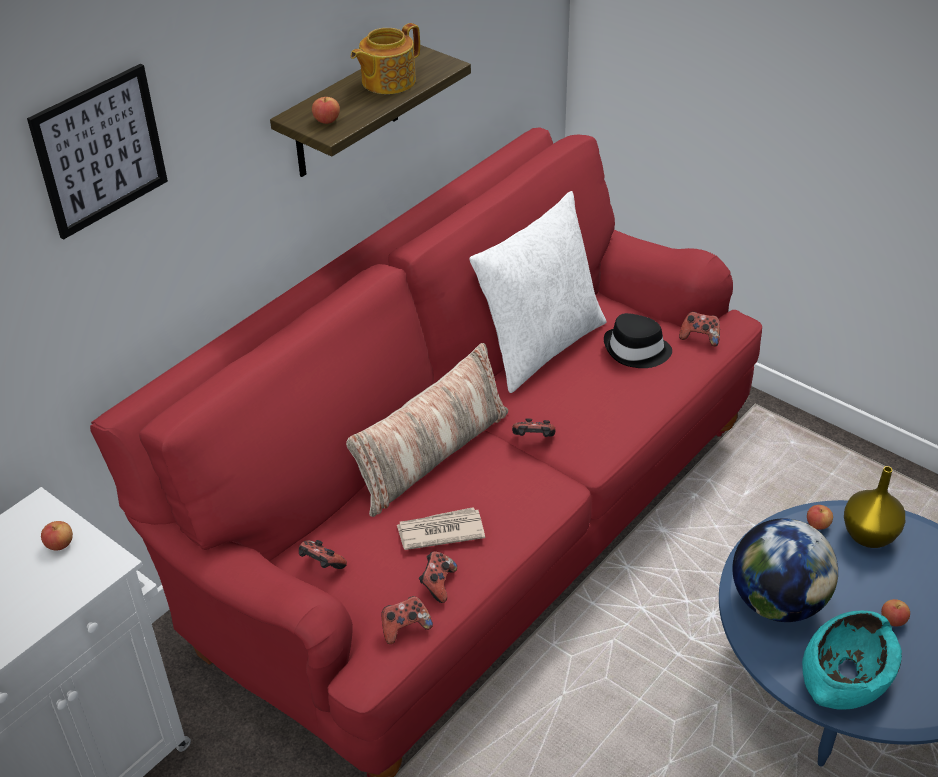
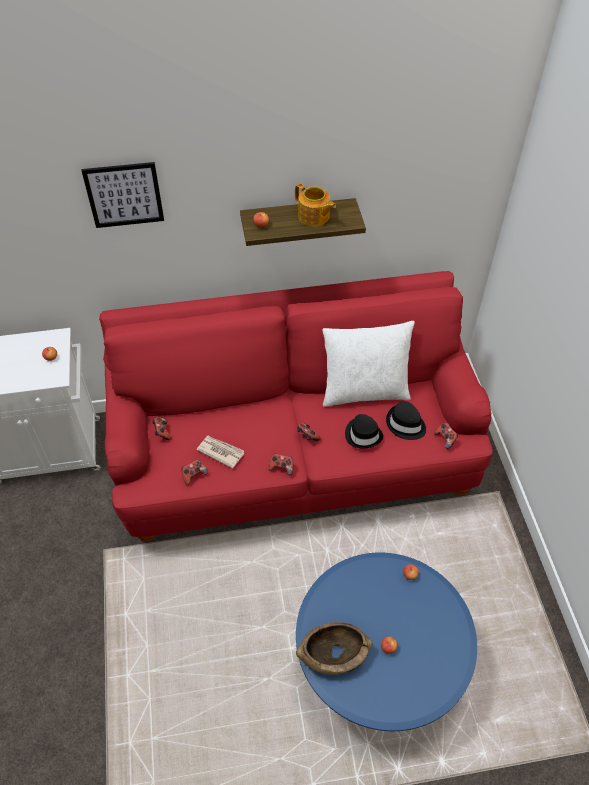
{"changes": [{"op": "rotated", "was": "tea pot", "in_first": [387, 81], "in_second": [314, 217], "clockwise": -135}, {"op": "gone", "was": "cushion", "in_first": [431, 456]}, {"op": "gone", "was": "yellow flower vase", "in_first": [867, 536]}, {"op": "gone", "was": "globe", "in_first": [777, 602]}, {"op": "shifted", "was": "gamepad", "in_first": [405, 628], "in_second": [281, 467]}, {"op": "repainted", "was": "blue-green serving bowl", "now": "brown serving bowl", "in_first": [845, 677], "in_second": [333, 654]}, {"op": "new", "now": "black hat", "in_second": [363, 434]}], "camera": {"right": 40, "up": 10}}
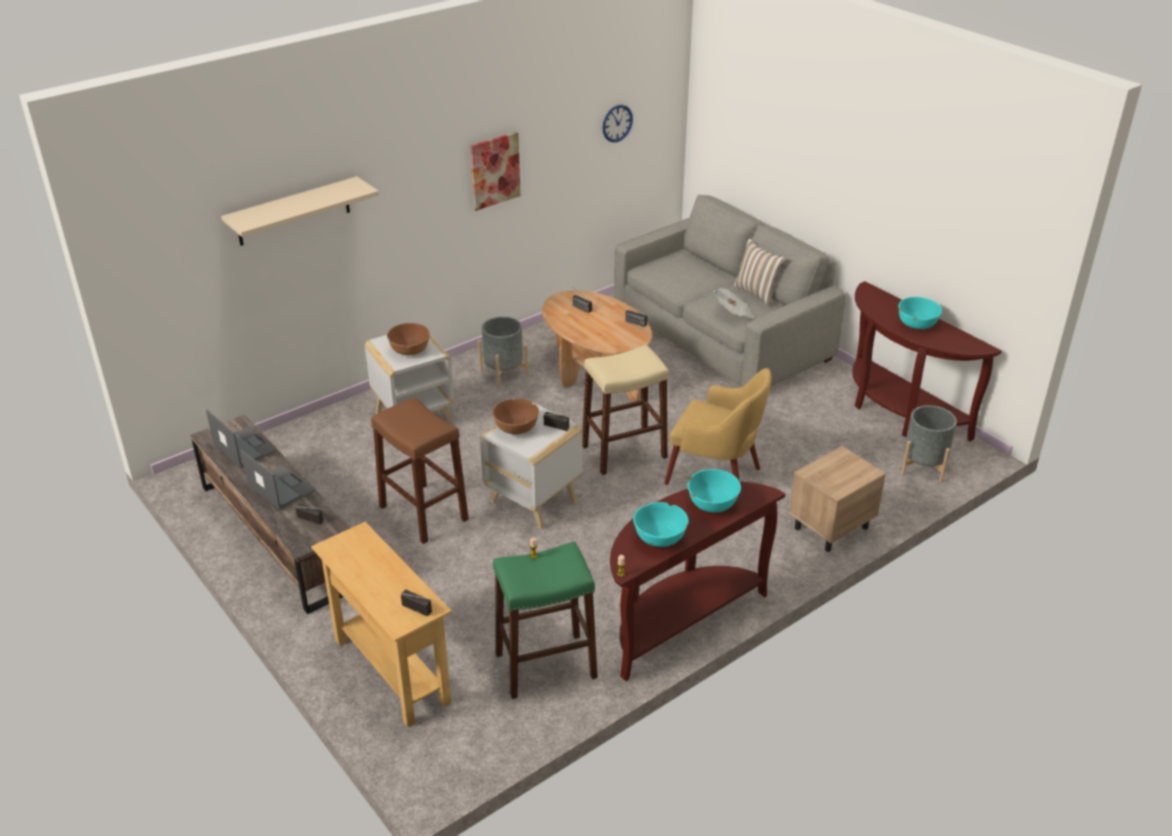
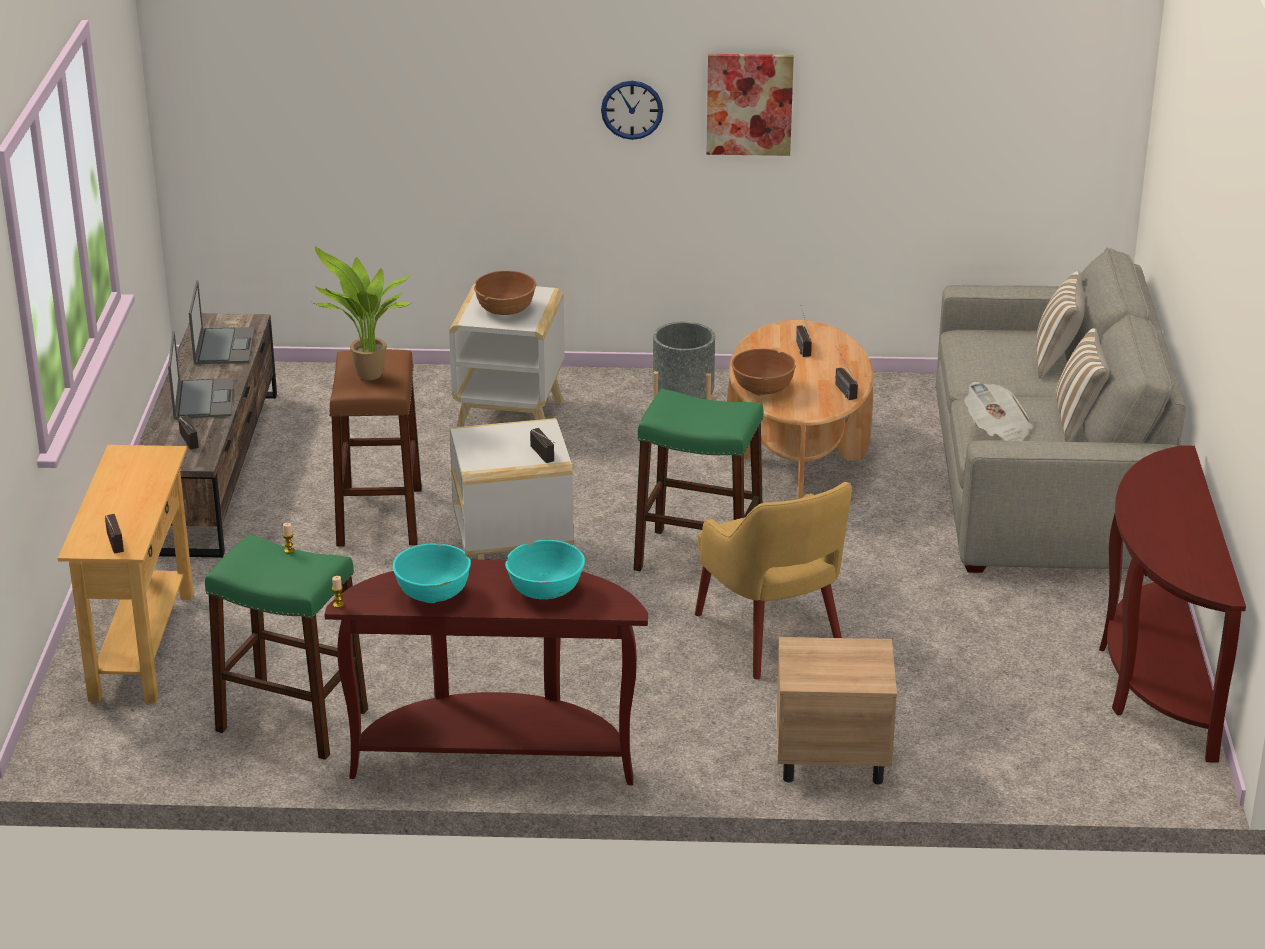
{"changes": [{"op": "shifted", "was": "clock on the wall", "in_first": [617, 123], "in_second": [632, 109]}, {"op": "gone", "was": "beige-coloured shelf", "in_first": [293, 211]}, {"op": "gone", "was": "blue-green serving bowl", "in_first": [917, 324]}, {"op": "repainted", "was": "beige-coloured stool seat", "now": "greenish stool seat", "in_first": [624, 452], "in_second": [698, 558]}, {"op": "shifted", "was": "brown serving bowl", "in_first": [516, 428], "in_second": [762, 389]}, {"op": "gone", "was": "grey plant pot", "in_first": [923, 467]}, {"op": "new", "now": "houseplant", "in_second": [366, 377]}, {"op": "new", "now": "cushion", "in_second": [1056, 359]}], "camera": {"right": 40, "up": -5}}
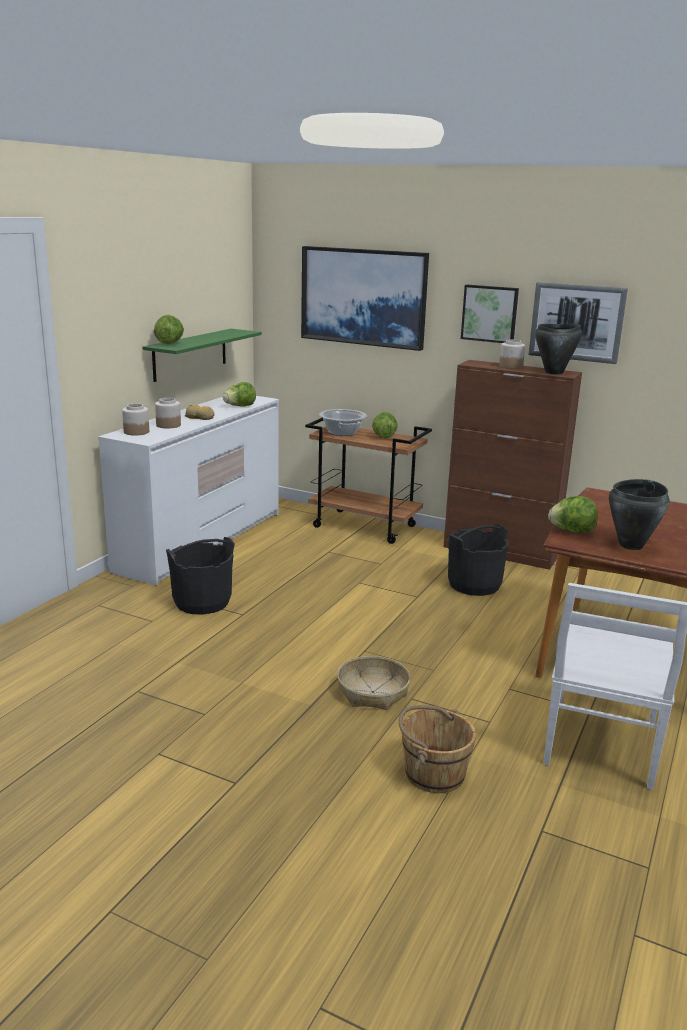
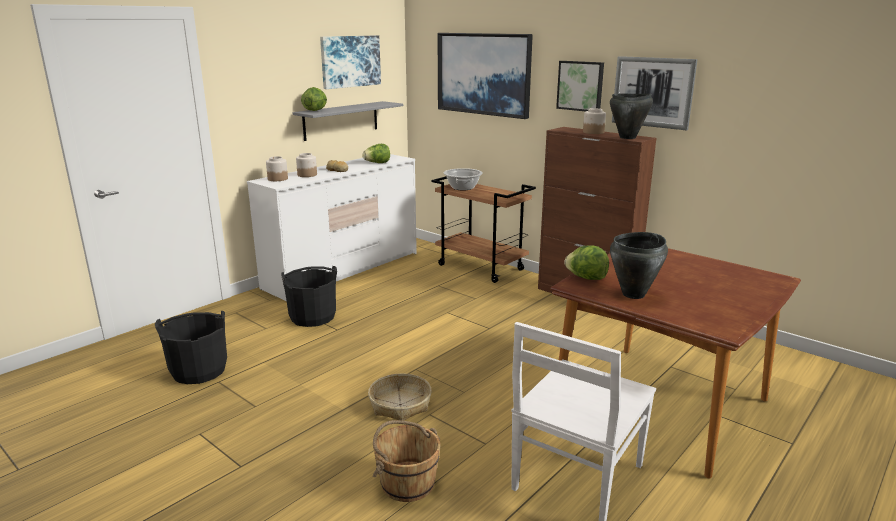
{"changes": [{"op": "repainted", "was": "greenish shelf", "now": "grey shelf", "in_first": [190, 354], "in_second": [341, 120]}, {"op": "gone", "was": "lettuce head", "in_first": [383, 437]}, {"op": "shifted", "was": "black pail", "in_first": [474, 584], "in_second": [199, 371]}, {"op": "new", "now": "wall art", "in_second": [350, 61]}], "camera": {"right": 15, "up": 0}}
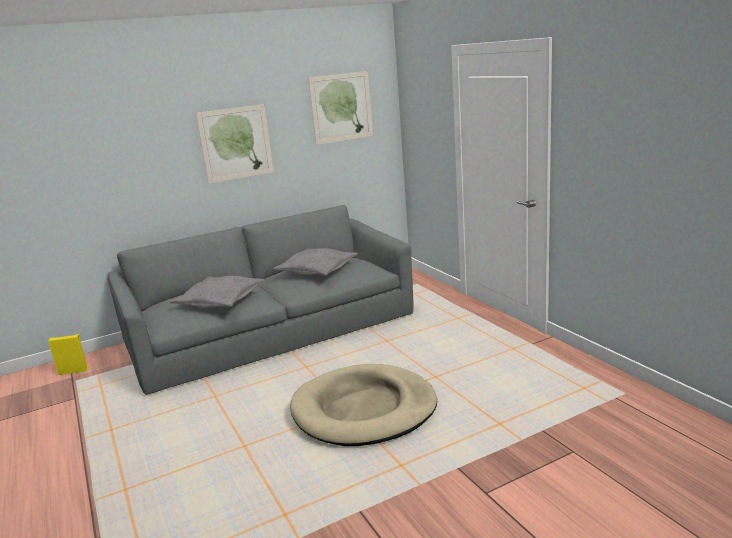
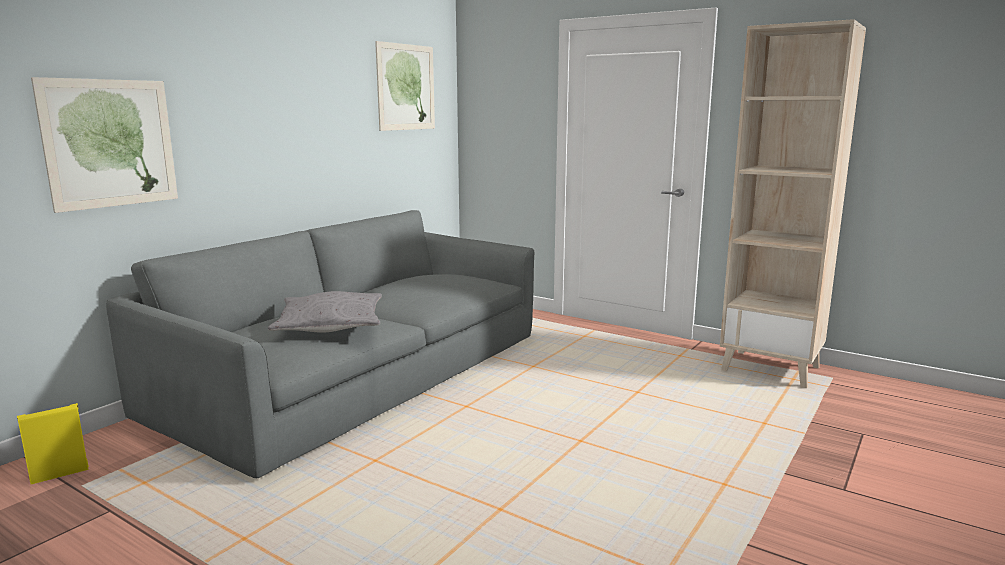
{"changes": [{"op": "shifted", "was": "wall art", "in_first": [236, 143], "in_second": [110, 143]}, {"op": "gone", "was": "grey cushion", "in_first": [317, 270]}, {"op": "gone", "was": "beige-coloured pet bed", "in_first": [364, 410]}, {"op": "new", "now": "beige-coloured bookcase", "in_second": [771, 368]}], "camera": {"right": -30, "up": -5}}
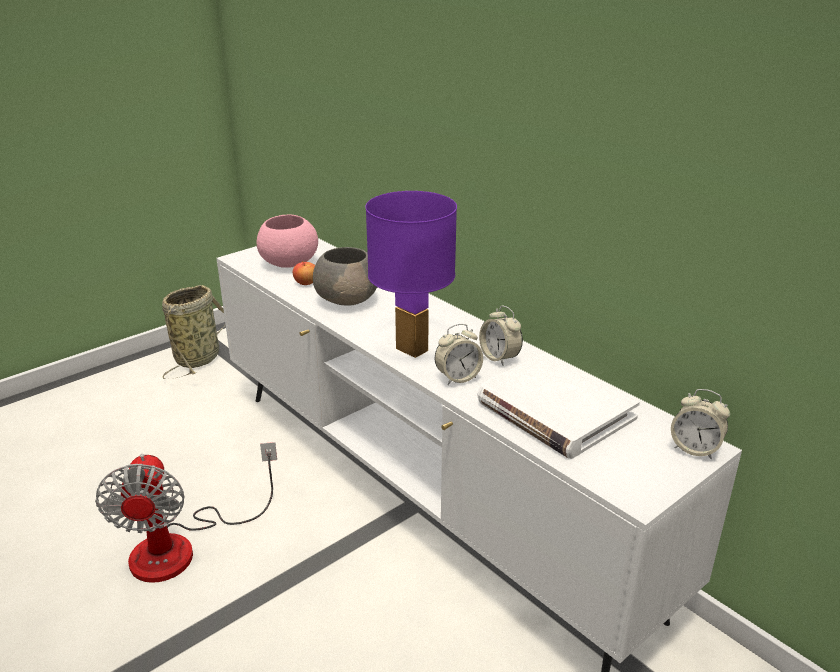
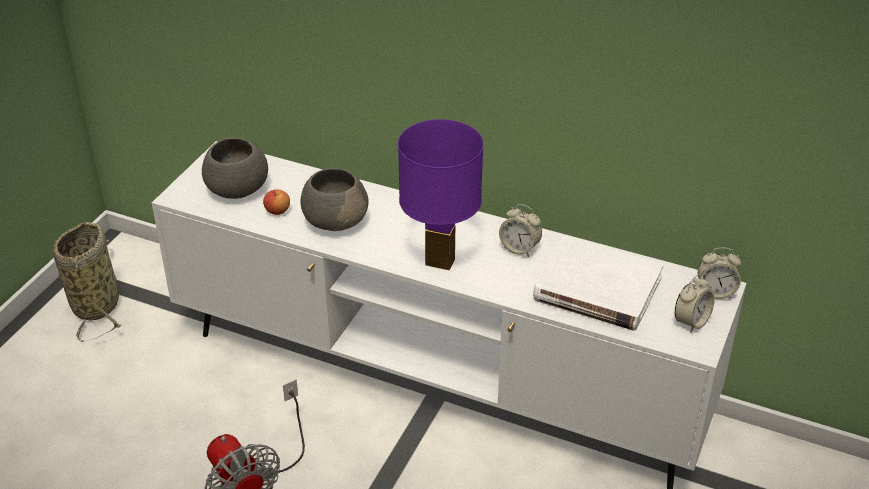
{"changes": [{"op": "repainted", "was": "pinkish serving bowl", "now": "grey serving bowl", "in_first": [288, 263], "in_second": [236, 189]}, {"op": "shifted", "was": "bedside clock", "in_first": [458, 378], "in_second": [691, 322]}], "camera": {"right": -25, "up": 10}}
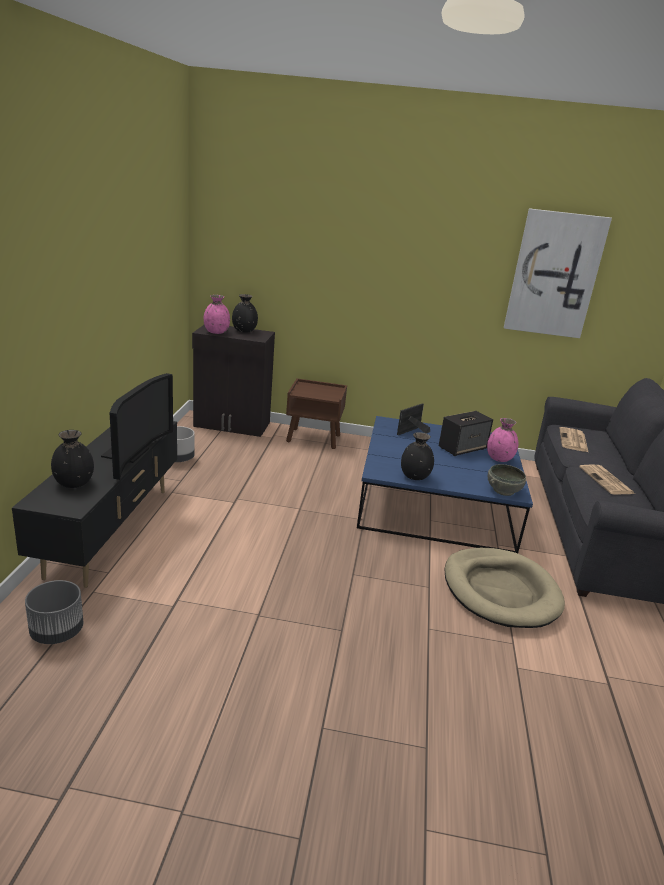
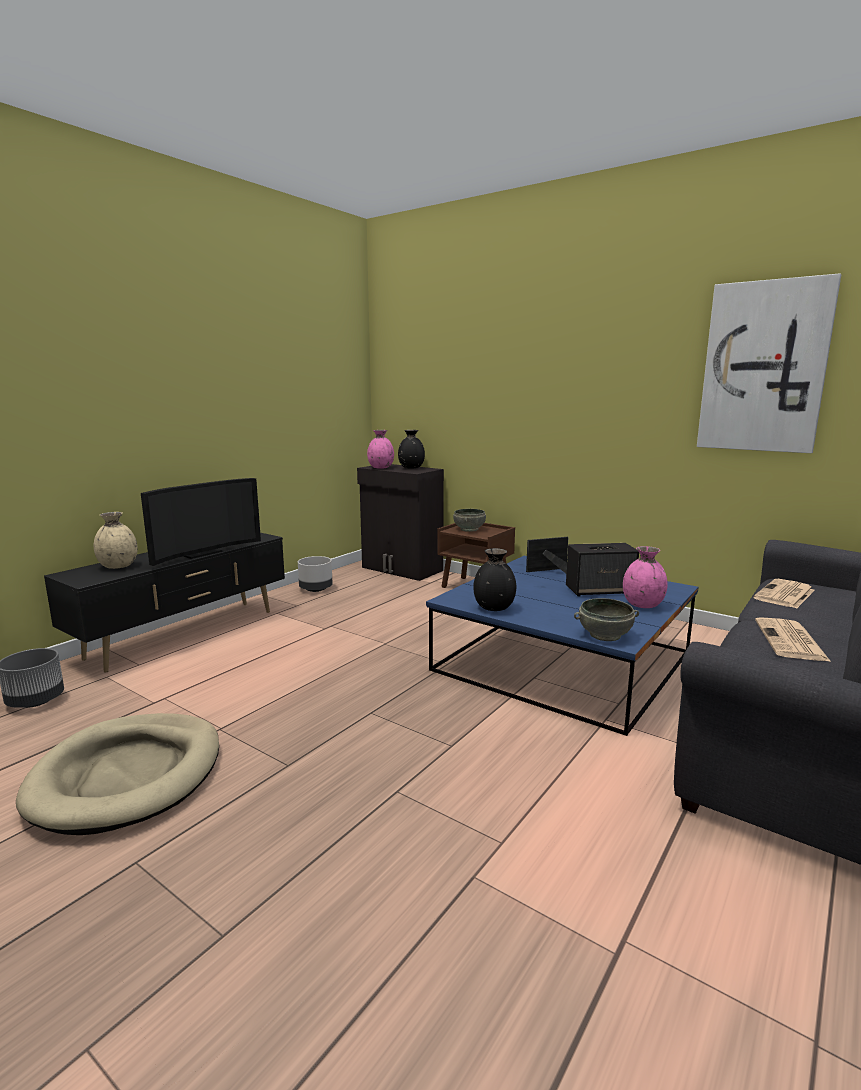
{"changes": [{"op": "repainted", "was": "black flower vase", "now": "beige-coloured flower vase", "in_first": [74, 483], "in_second": [118, 566]}, {"op": "shifted", "was": "beige-coloured pet bed", "in_first": [500, 591], "in_second": [128, 776]}, {"op": "new", "now": "grey serving bowl", "in_second": [469, 529]}], "camera": {"right": 30, "up": -10}}
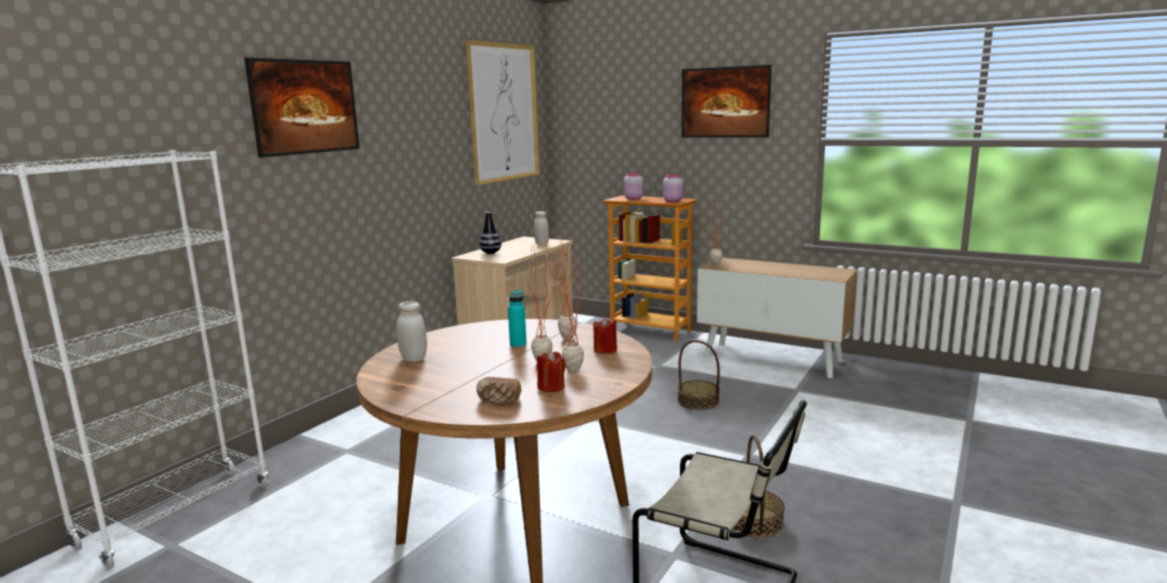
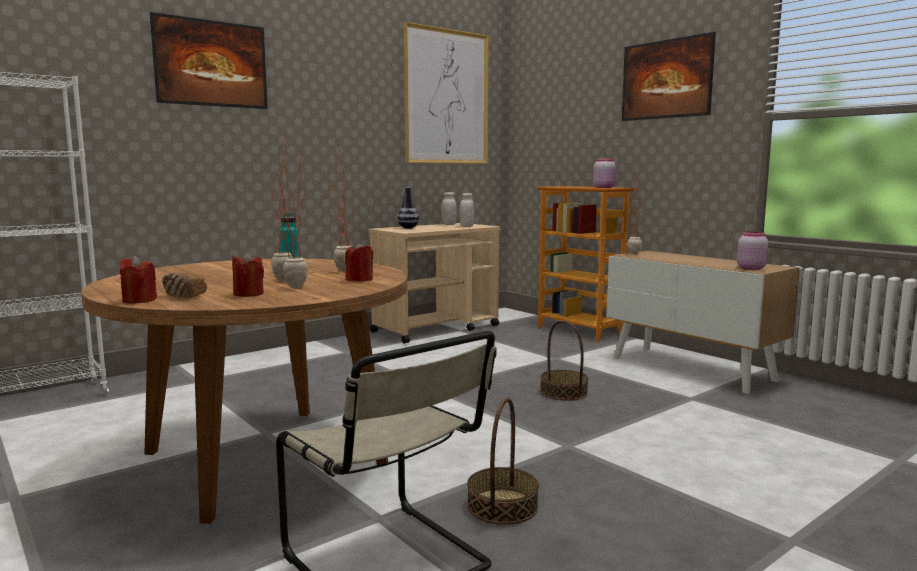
{"changes": [{"op": "shifted", "was": "pinkish storage jar", "in_first": [633, 198], "in_second": [750, 268]}, {"op": "shifted", "was": "white-coloured storage jar", "in_first": [413, 359], "in_second": [449, 224]}, {"op": "new", "now": "red wax candle", "in_second": [139, 300]}], "camera": {"right": 20, "up": -5}}
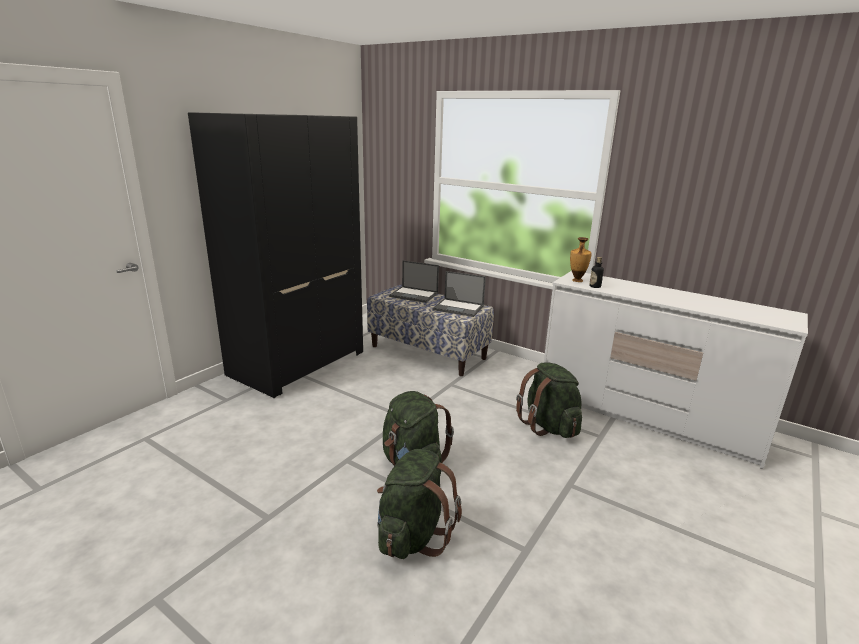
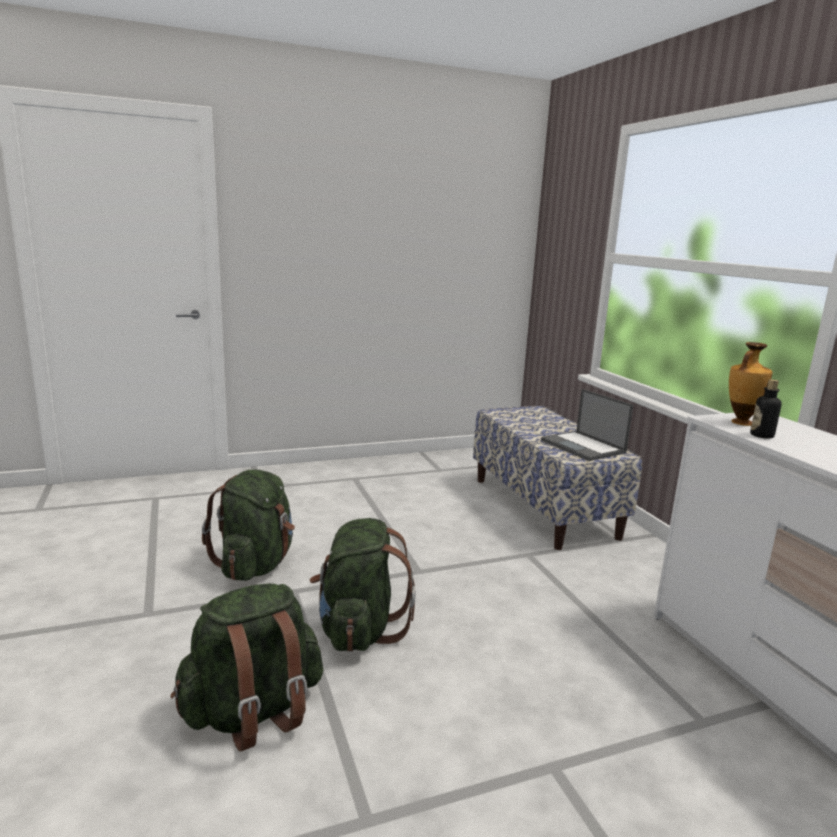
{"changes": [{"op": "gone", "was": "black wardrobe", "in_first": [297, 363]}, {"op": "gone", "was": "notebook computer", "in_first": [414, 295]}, {"op": "shifted", "was": "greenish backpack", "in_first": [549, 426], "in_second": [256, 565]}], "camera": {"right": 35, "up": -5}}
